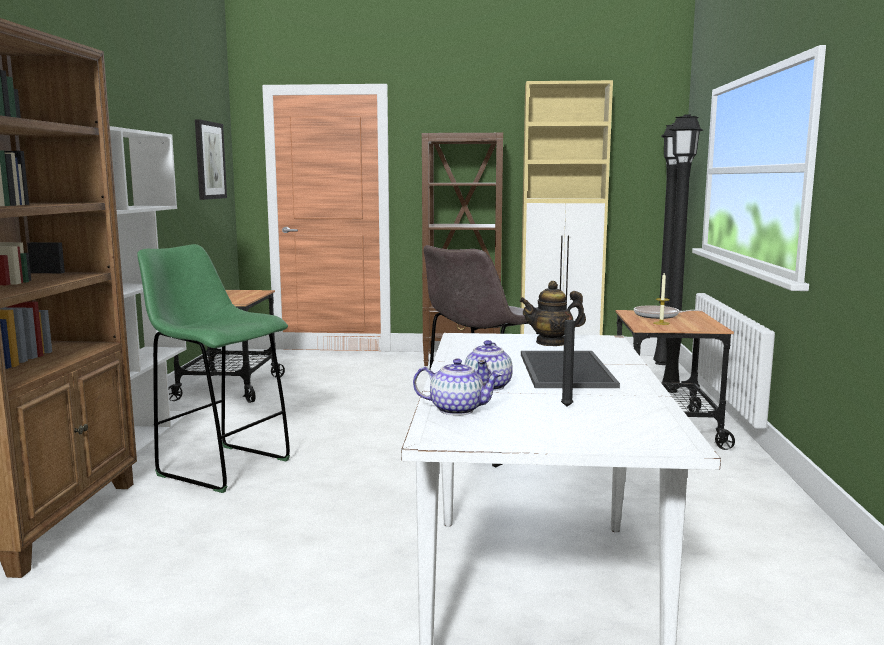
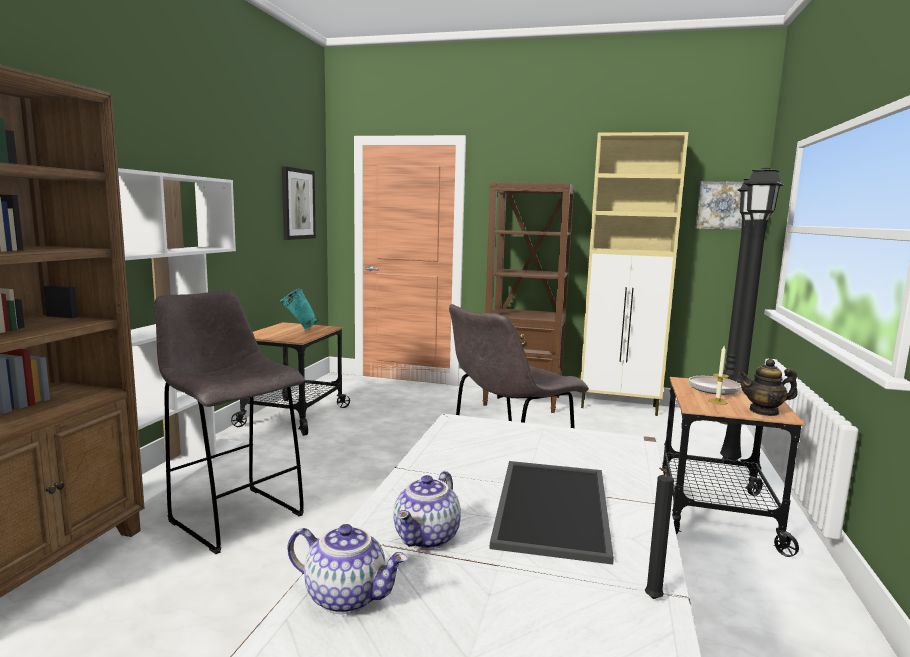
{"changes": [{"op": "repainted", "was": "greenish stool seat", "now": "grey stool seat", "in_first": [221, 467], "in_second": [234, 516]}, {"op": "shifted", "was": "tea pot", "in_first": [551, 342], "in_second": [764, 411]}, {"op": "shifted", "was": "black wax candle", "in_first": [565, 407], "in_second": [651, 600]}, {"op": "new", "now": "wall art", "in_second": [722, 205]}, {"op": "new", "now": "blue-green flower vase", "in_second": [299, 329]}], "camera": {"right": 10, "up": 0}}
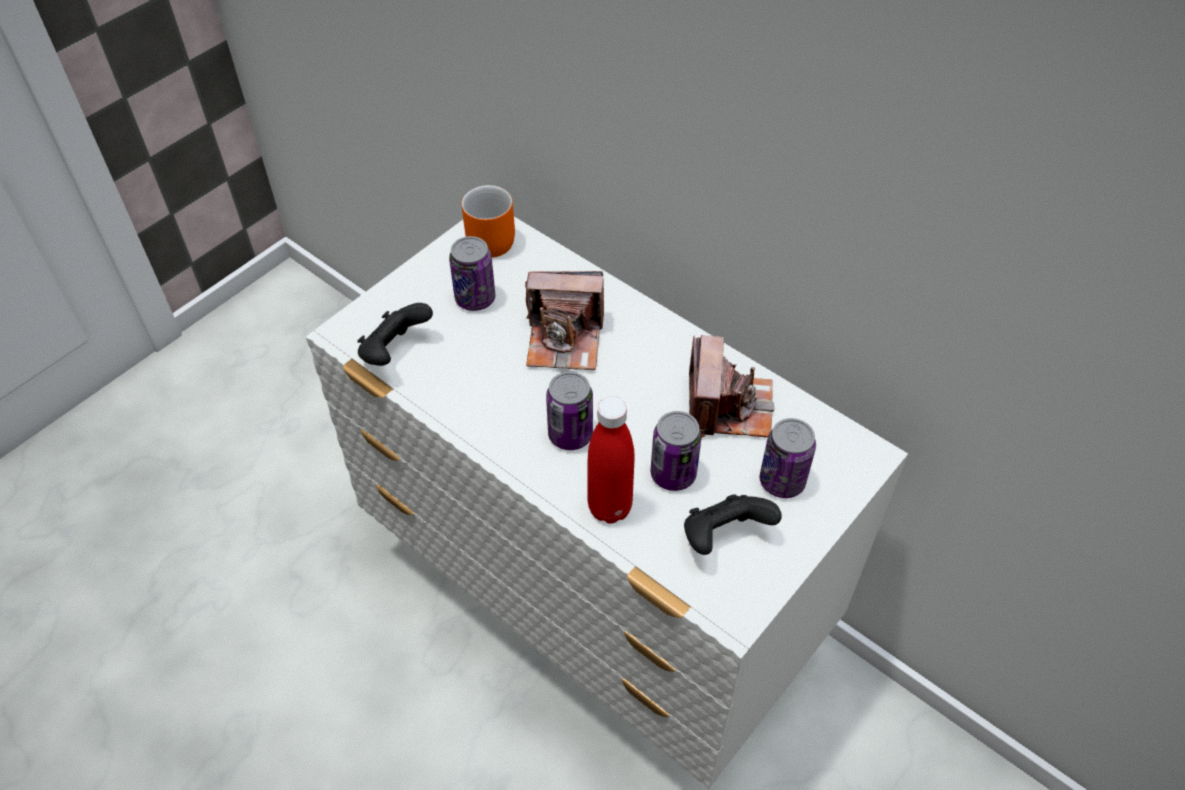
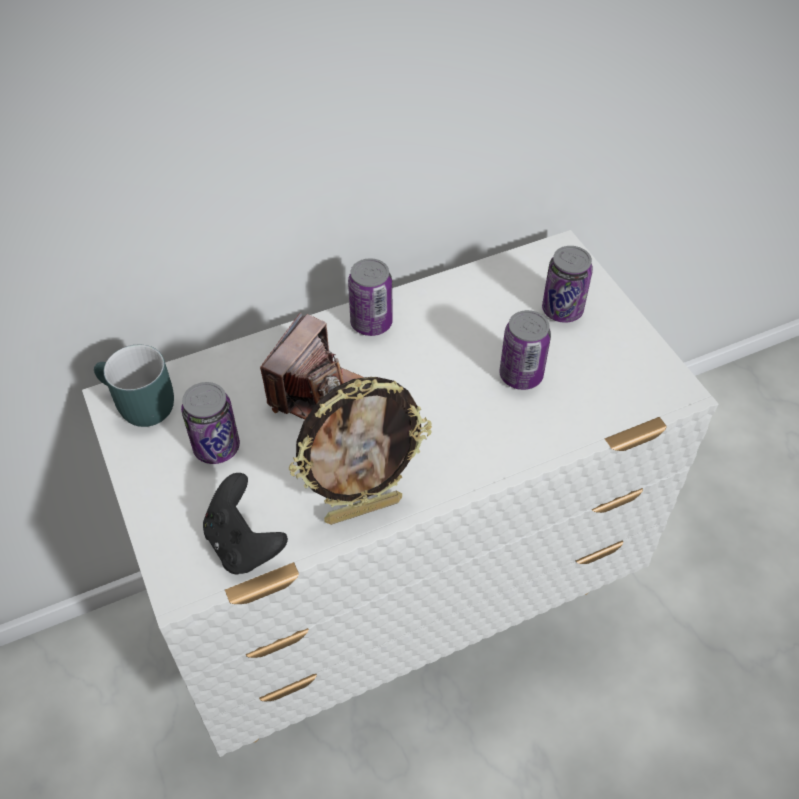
{"changes": [{"op": "repainted", "was": "orangey coffee mug", "now": "blue-green coffee mug", "in_first": [488, 237], "in_second": [137, 407]}, {"op": "gone", "was": "photo camera", "in_first": [728, 407]}, {"op": "shifted", "was": "sealed can", "in_first": [570, 434], "in_second": [371, 323]}, {"op": "gone", "was": "red drink bottle", "in_first": [609, 507]}, {"op": "gone", "was": "black gamepad", "in_first": [723, 537]}, {"op": "new", "now": "picture frame", "in_second": [363, 509]}], "camera": {"right": -65, "up": 0}}
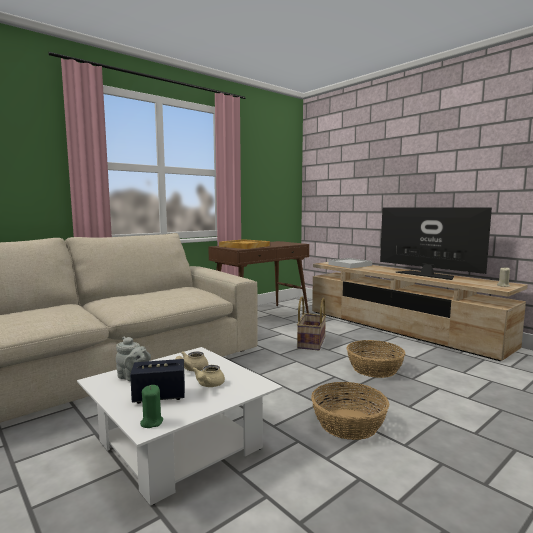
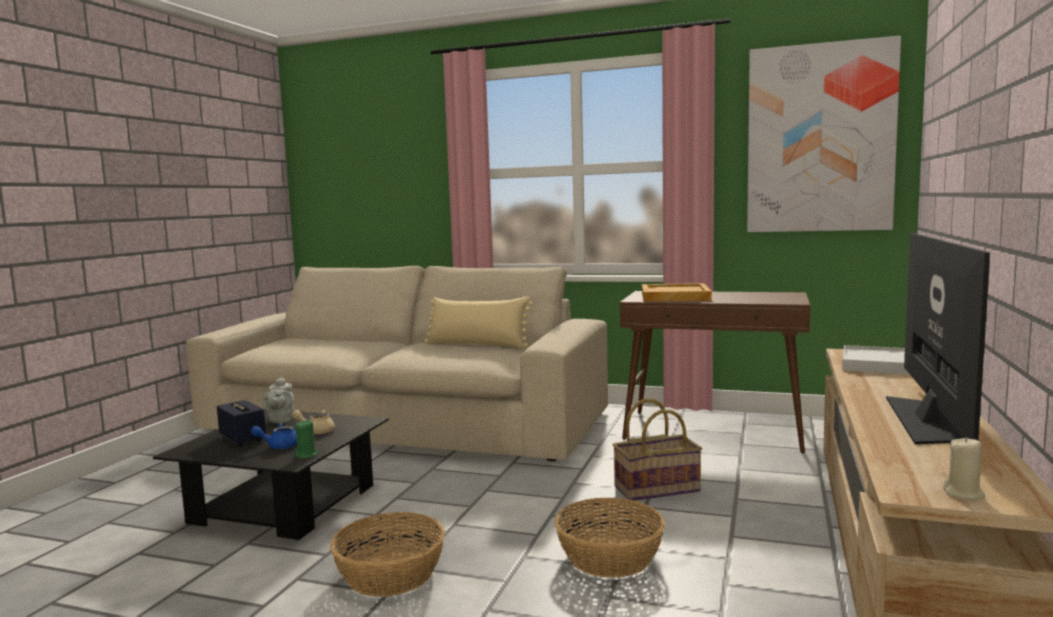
{"changes": [{"op": "repainted", "was": "white-coloured lounge table", "now": "black lounge table", "in_first": [180, 445], "in_second": [284, 504]}, {"op": "repainted", "was": "beige-coloured tea pot", "now": "bluish tea pot", "in_first": [208, 385], "in_second": [279, 446]}, {"op": "shifted", "was": "greenish wax candle", "in_first": [151, 422], "in_second": [306, 455]}, {"op": "new", "now": "wall art", "in_second": [819, 139]}, {"op": "new", "now": "beige-coloured cushion", "in_second": [477, 345]}], "camera": {"right": 60, "up": 0}}
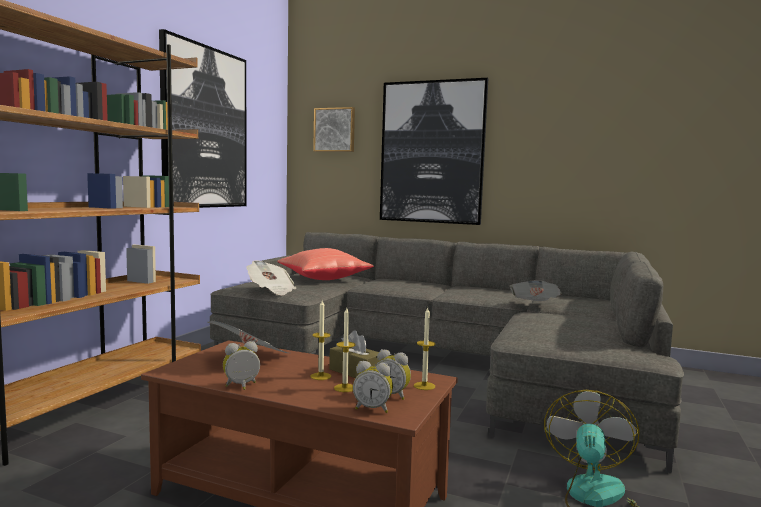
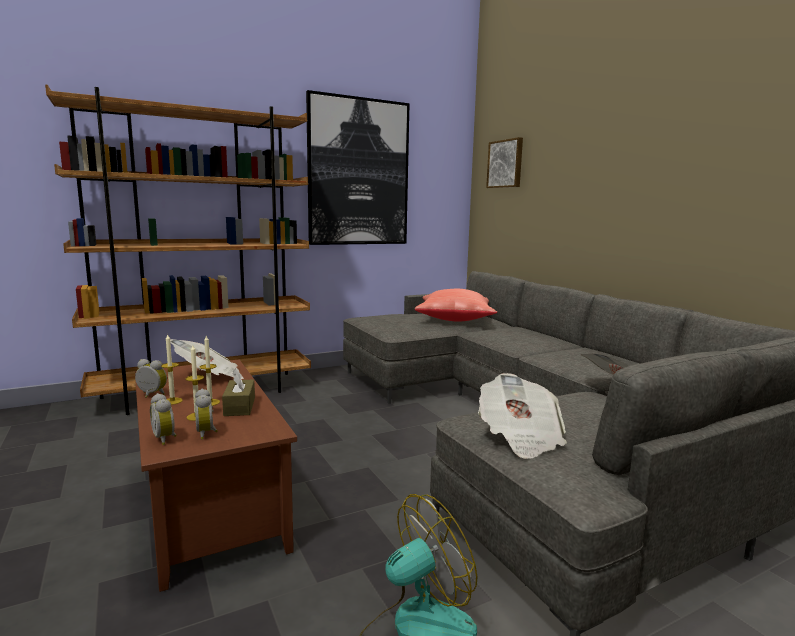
{"changes": [{"op": "gone", "was": "wall art", "in_first": [432, 152]}, {"op": "shifted", "was": "daily paper", "in_first": [271, 291], "in_second": [520, 437]}, {"op": "shifted", "was": "wax candle", "in_first": [424, 386], "in_second": [172, 401]}], "camera": {"right": 40, "up": 5}}
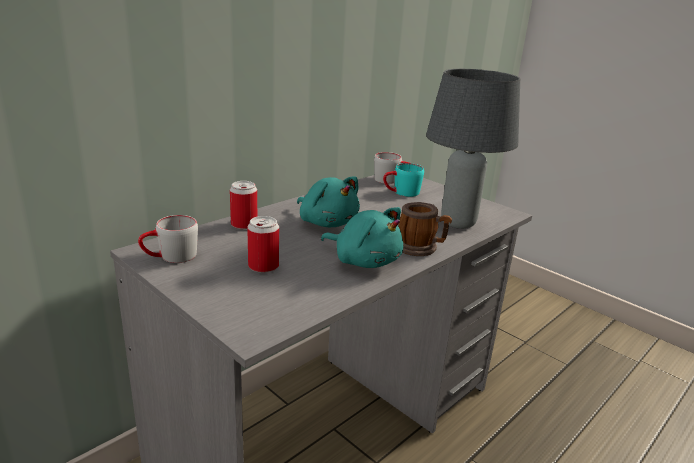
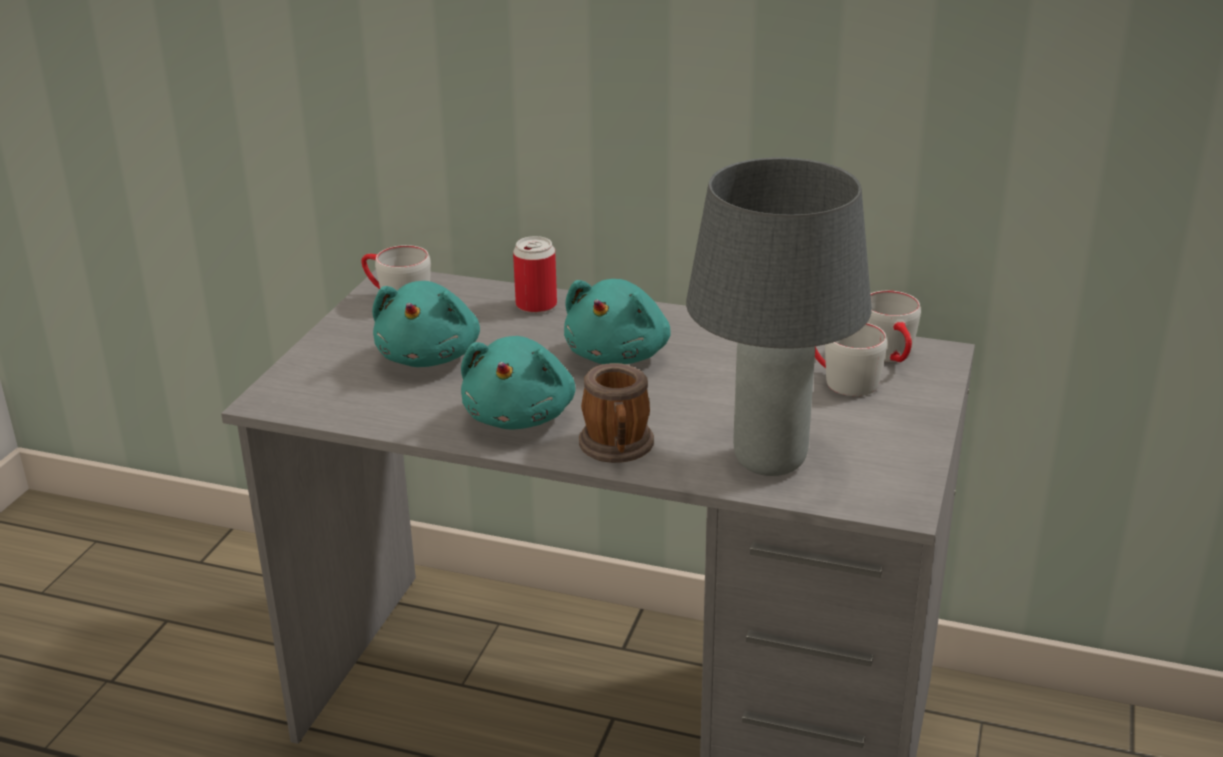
{"changes": [{"op": "repainted", "was": "blue-green coffee mug", "now": "grey coffee mug", "in_first": [401, 193], "in_second": [840, 379]}, {"op": "swapped", "was": "sealed can", "now": "blue-green soft toy", "in_first": [263, 266], "in_second": [430, 356]}], "camera": {"right": 65, "up": 5}}
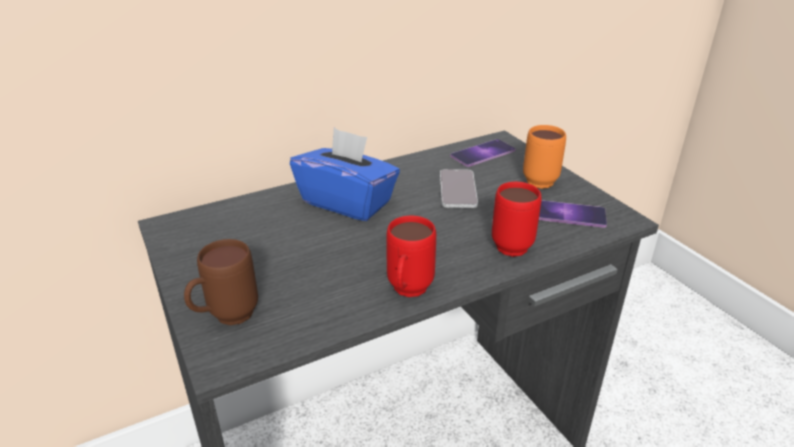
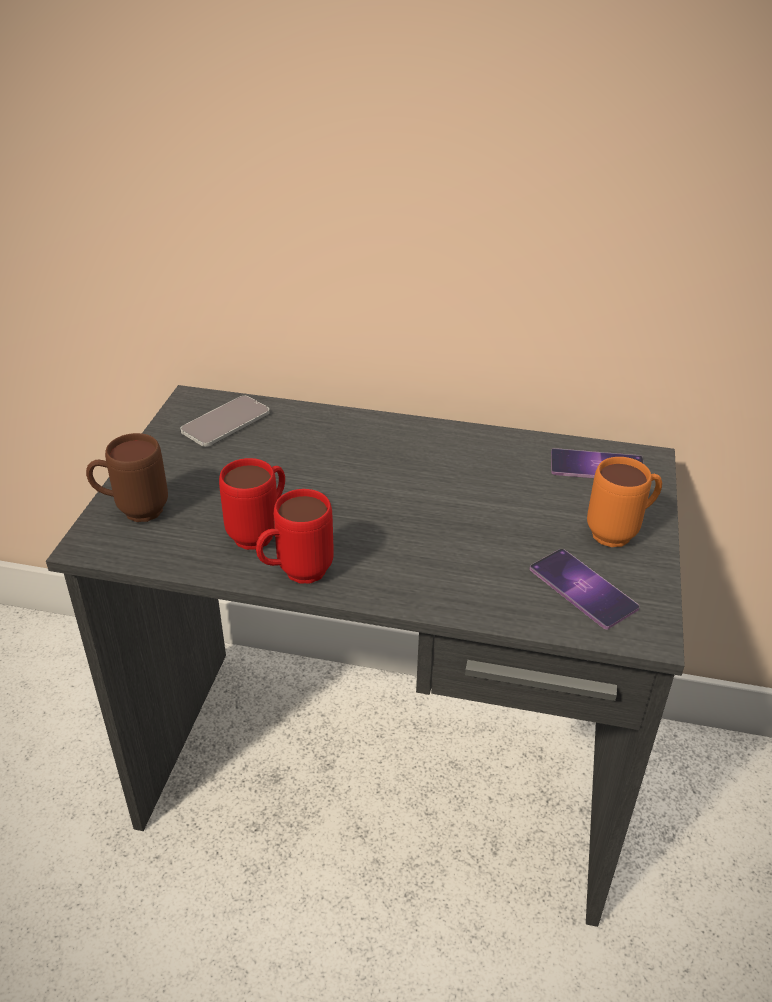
{"changes": [{"op": "gone", "was": "bluish tissue box", "in_first": [347, 202]}, {"op": "shifted", "was": "telephone", "in_first": [457, 189], "in_second": [225, 422]}, {"op": "shifted", "was": "red coffee mug", "in_first": [510, 243], "in_second": [261, 532]}], "camera": {"right": 40, "up": 5}}
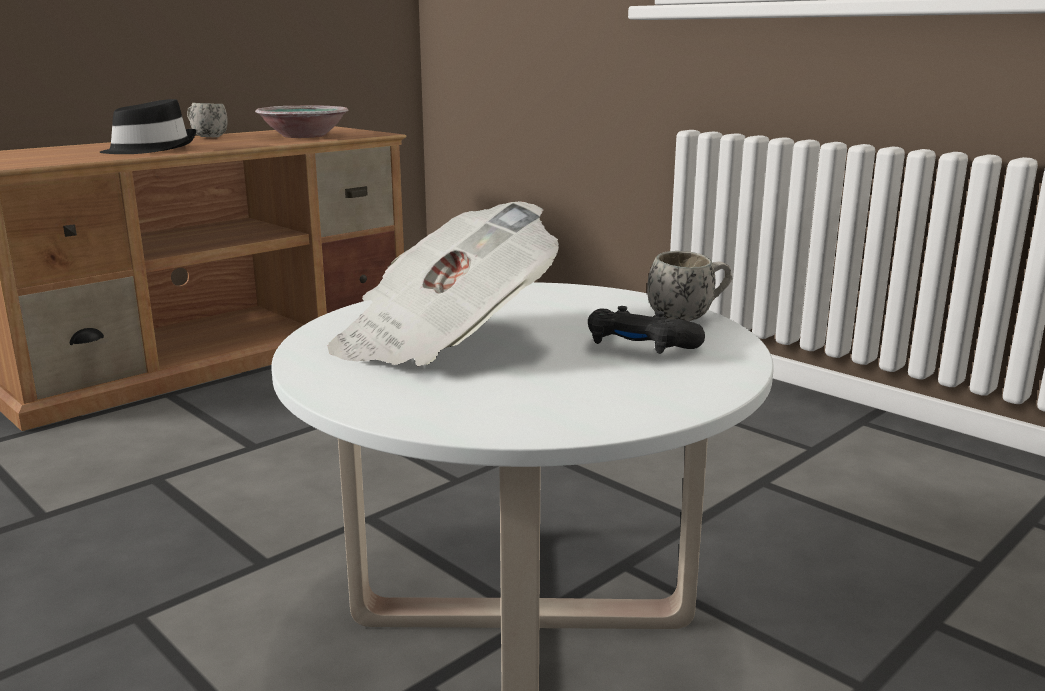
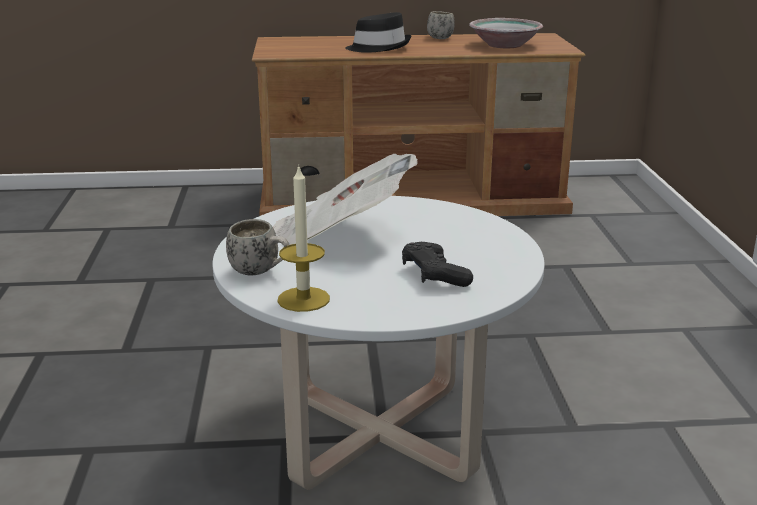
{"changes": [{"op": "shifted", "was": "white-coloured coffee mug", "in_first": [688, 317], "in_second": [261, 272]}, {"op": "new", "now": "wax candle", "in_second": [303, 299]}], "camera": {"right": 40, "up": 5}}
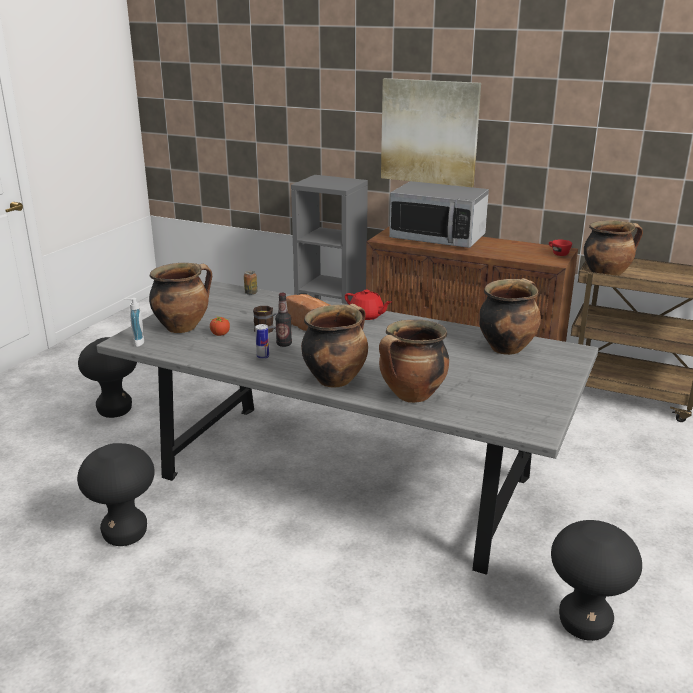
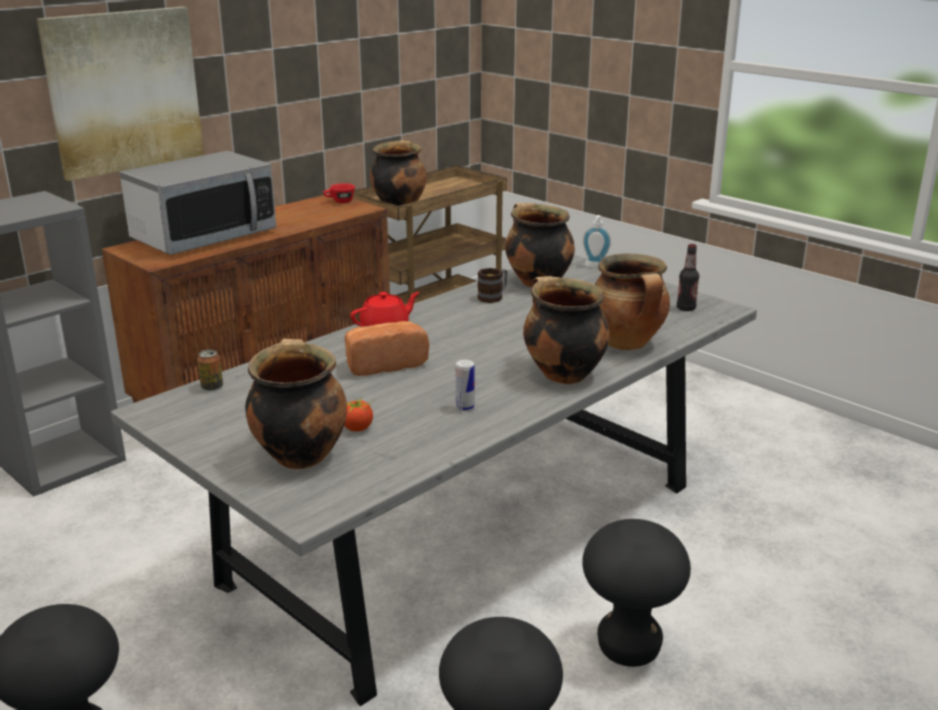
{"changes": [{"op": "shifted", "was": "drink bottle", "in_first": [284, 344], "in_second": [686, 308]}, {"op": "shifted", "was": "soap dispenser", "in_first": [136, 342], "in_second": [595, 267]}, {"op": "shifted", "was": "coffee mug", "in_first": [267, 330], "in_second": [493, 296]}, {"op": "shifted", "was": "black stool seat", "in_first": [584, 625], "in_second": [628, 649]}], "camera": {"right": -70, "up": 0}}
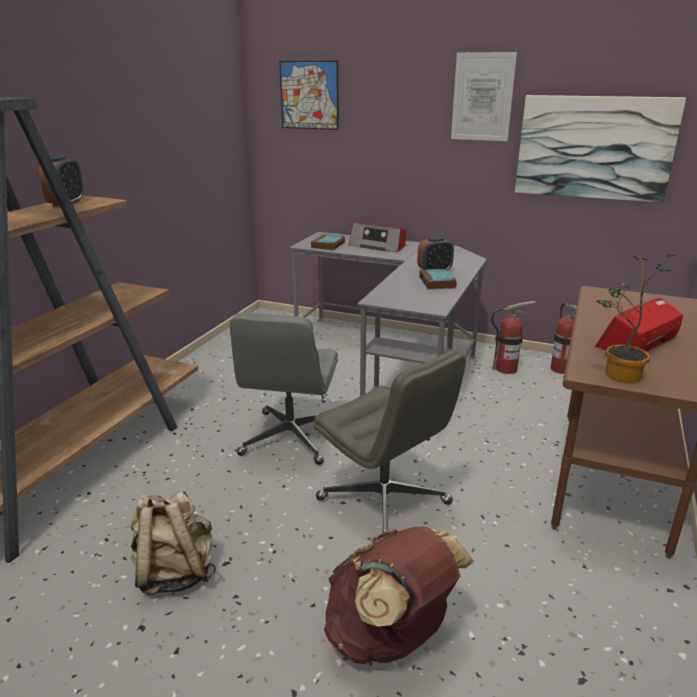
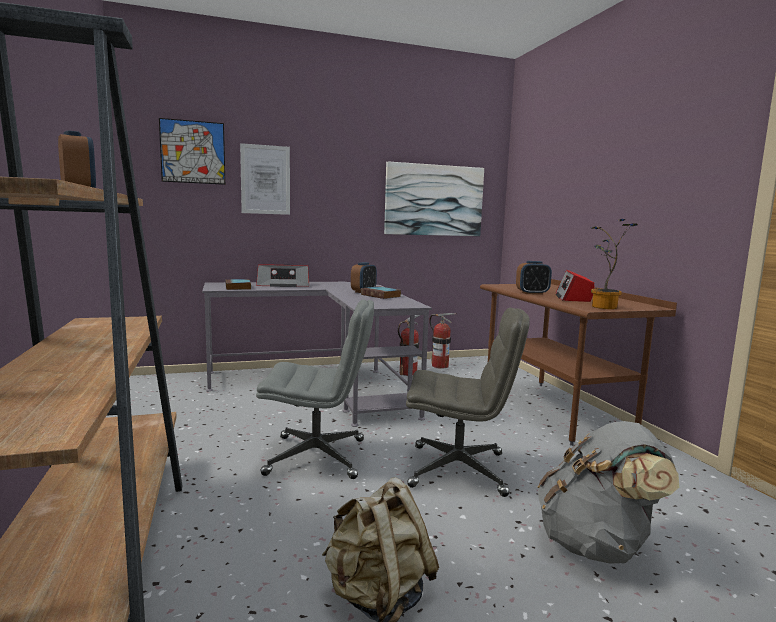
{"changes": [{"op": "shifted", "was": "wall art", "in_first": [482, 97], "in_second": [265, 179]}, {"op": "rotated", "was": "grey office chair", "in_first": [290, 438], "in_second": [318, 456], "clockwise": -60}, {"op": "repainted", "was": "brown backpack", "now": "grey backpack", "in_first": [390, 636], "in_second": [596, 545]}, {"op": "new", "now": "bedside clock", "in_second": [532, 293]}], "camera": {"right": -40, "up": -15}}
